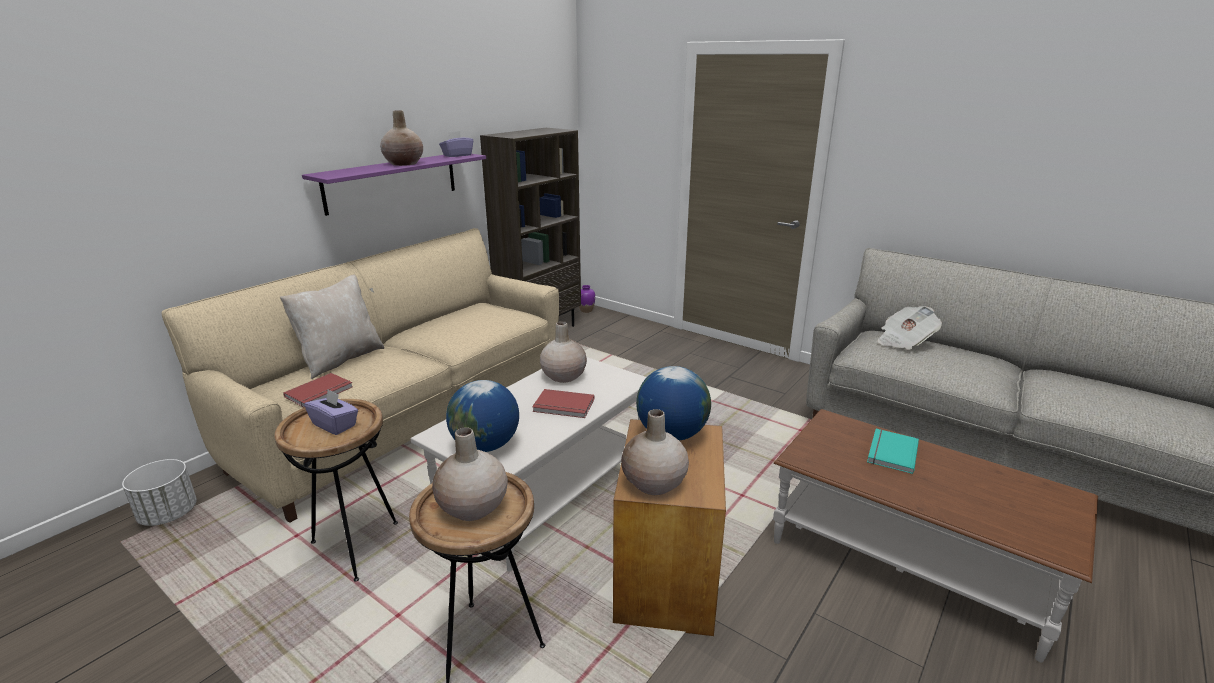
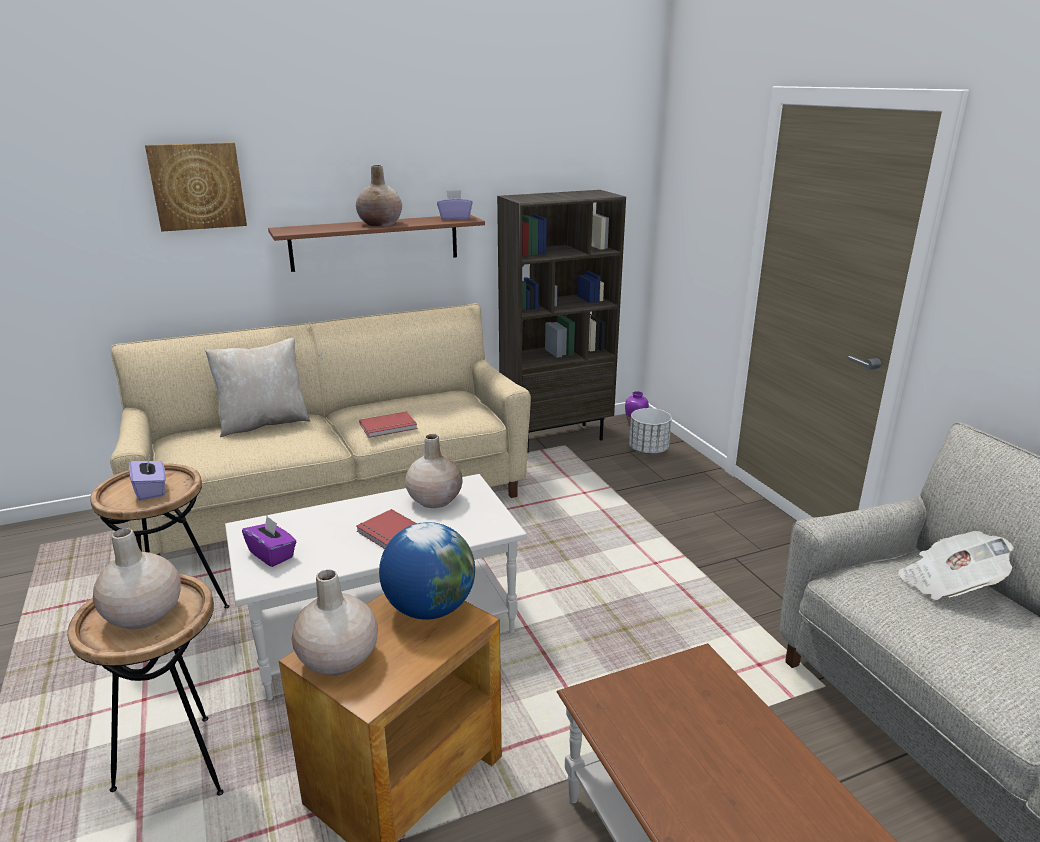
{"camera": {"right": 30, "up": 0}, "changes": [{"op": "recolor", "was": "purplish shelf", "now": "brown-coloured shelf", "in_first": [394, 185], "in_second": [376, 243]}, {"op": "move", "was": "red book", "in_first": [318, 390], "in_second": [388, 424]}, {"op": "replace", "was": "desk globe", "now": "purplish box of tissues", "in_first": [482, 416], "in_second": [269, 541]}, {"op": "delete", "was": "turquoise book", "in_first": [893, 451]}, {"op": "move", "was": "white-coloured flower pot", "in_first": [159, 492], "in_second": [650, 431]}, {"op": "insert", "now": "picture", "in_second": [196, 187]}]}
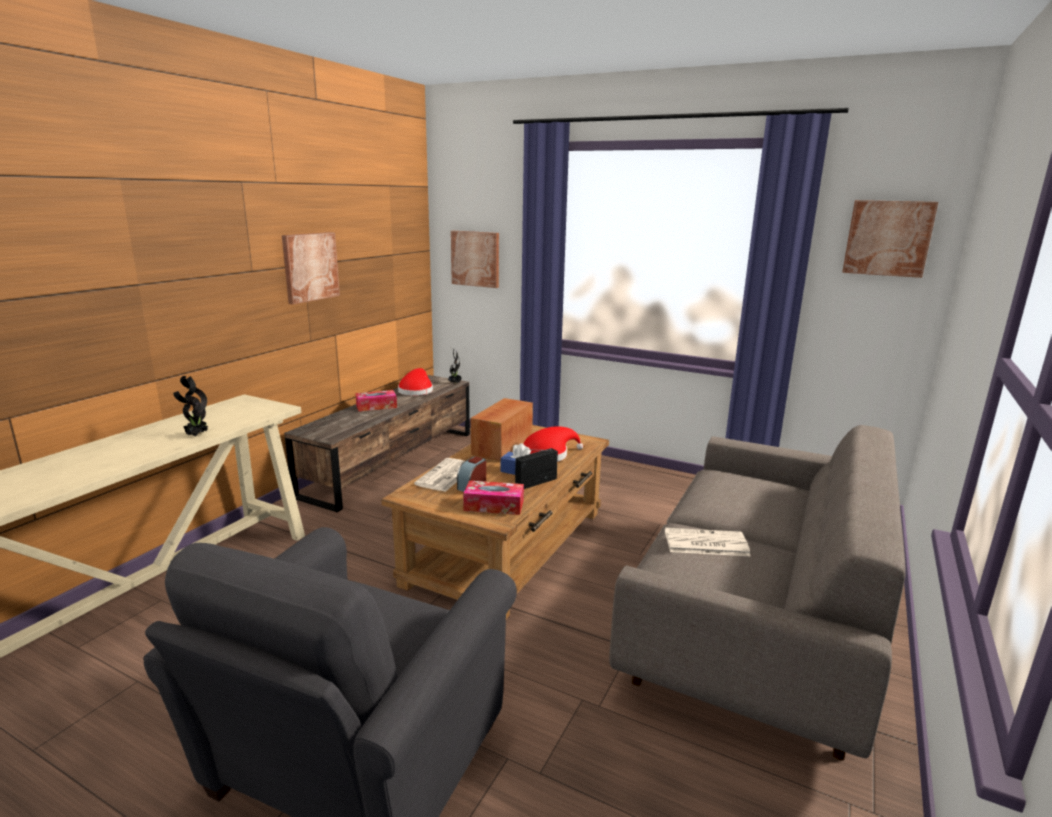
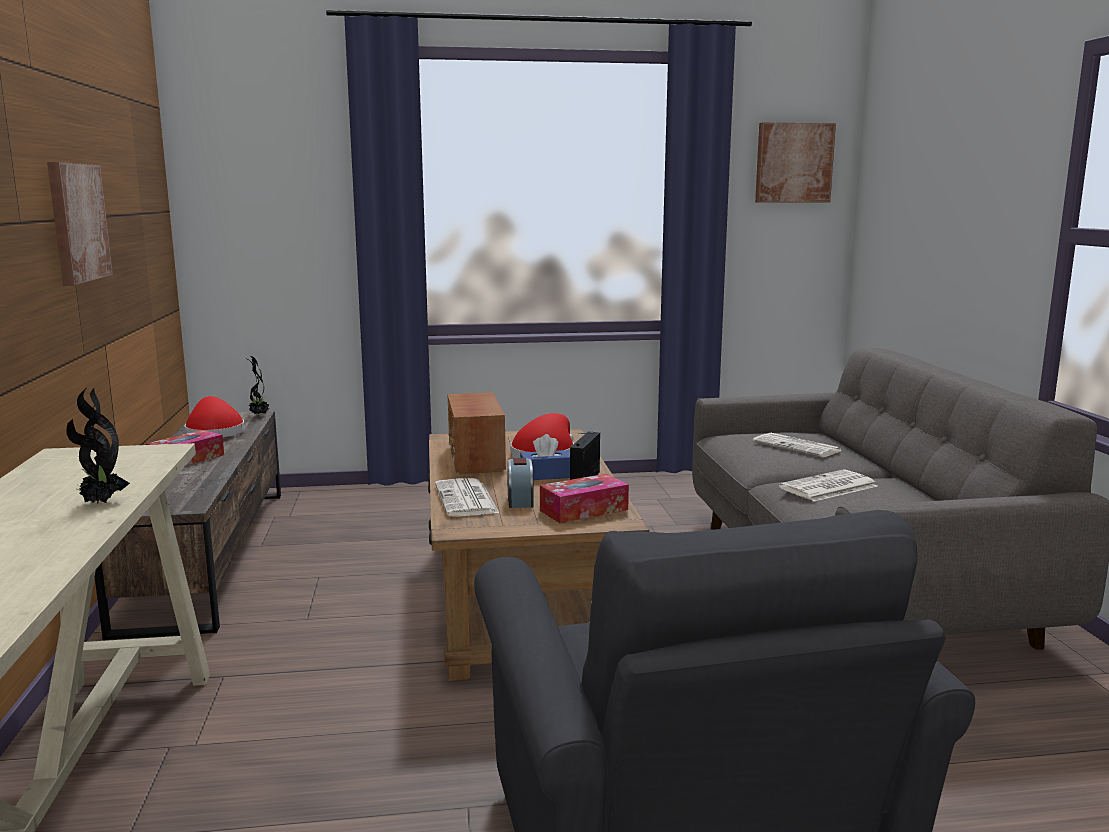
{"camera": {"right": -35, "up": -5}, "changes": [{"op": "delete", "was": "picture", "in_first": [475, 259]}, {"op": "insert", "now": "printed paper", "in_second": [797, 445]}]}
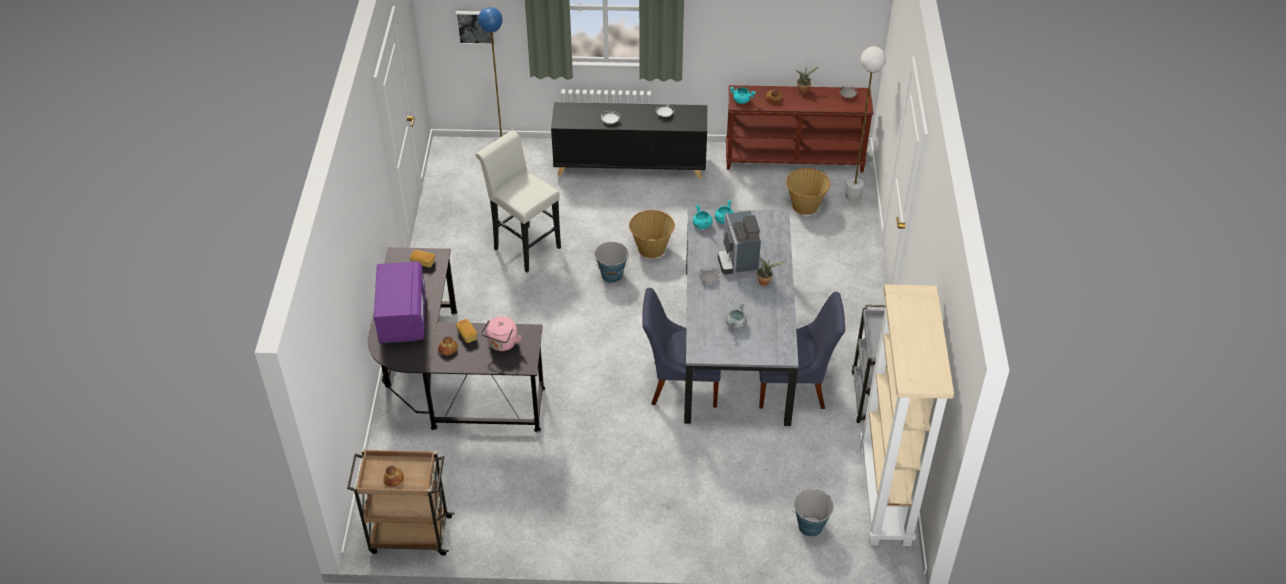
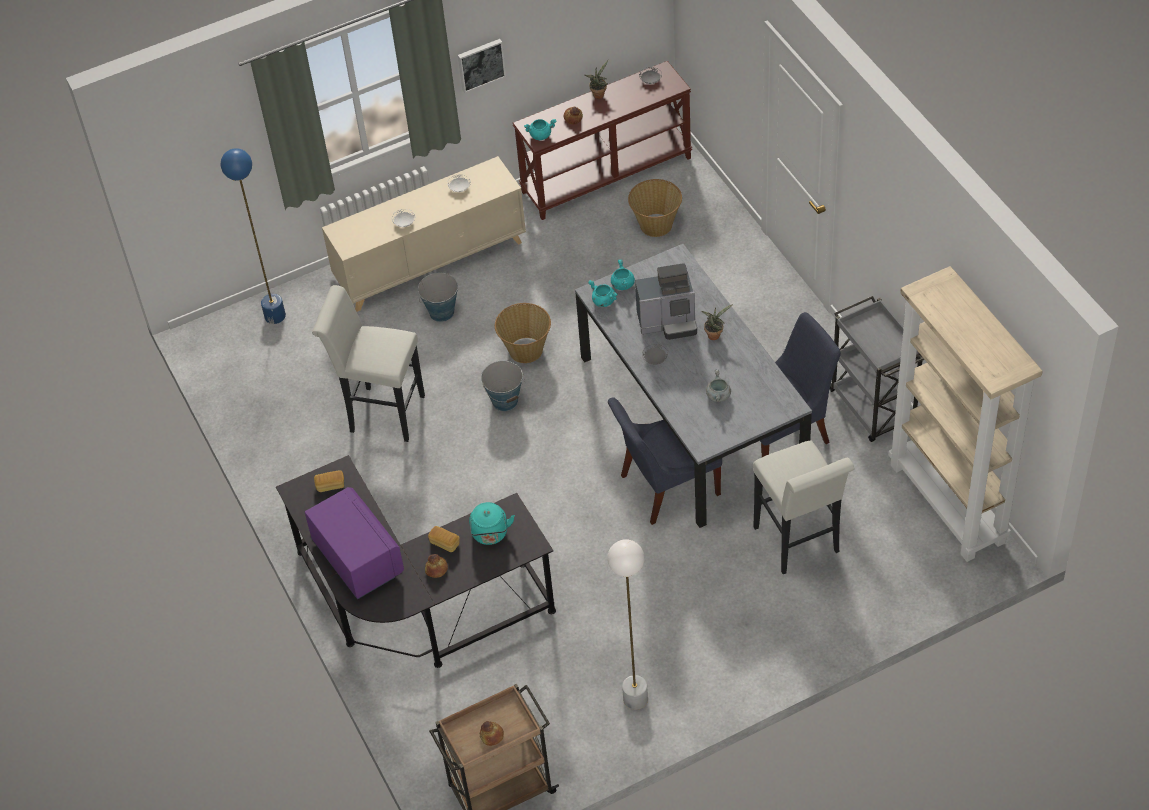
{"camera": {"right": -25, "up": 5}, "changes": [{"op": "move", "was": "picture", "in_first": [475, 28], "in_second": [482, 66]}, {"op": "move", "was": "white-coloured floor lamp", "in_first": [865, 124], "in_second": [627, 624]}, {"op": "recolor", "was": "black-coloured cupboard", "now": "beige cupboard", "in_first": [629, 140], "in_second": [424, 234]}, {"op": "rotate", "was": "coffee maker", "in_first": [739, 242], "in_second": [666, 301], "clockwise": -60}, {"op": "recolor", "was": "pinkish water kettle", "now": "turquoise water kettle", "in_first": [501, 333], "in_second": [492, 523]}, {"op": "move", "was": "bucket", "in_first": [813, 513], "in_second": [438, 297]}, {"op": "insert", "now": "white-coloured sitting stool", "in_second": [804, 507]}]}
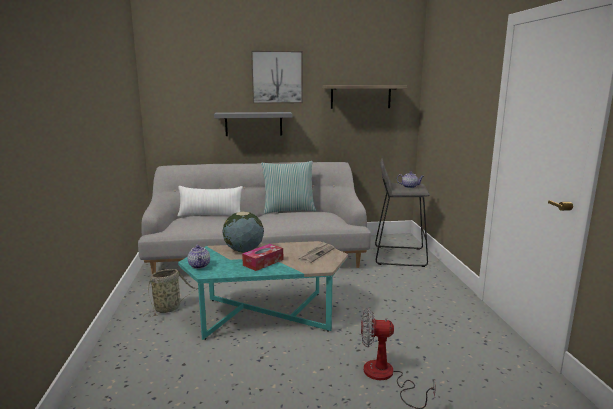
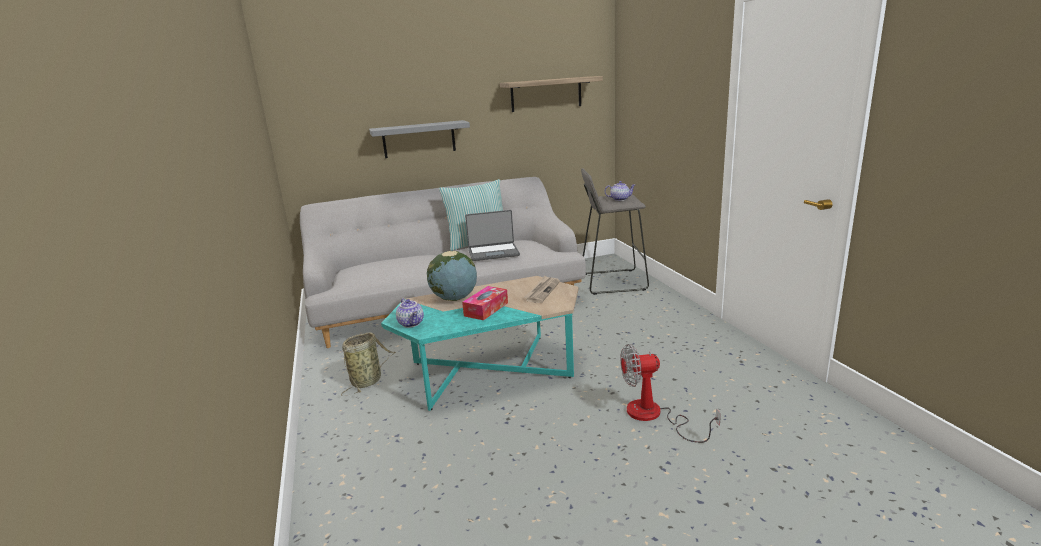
{"camera": {"right": -10, "up": 5}, "changes": [{"op": "delete", "was": "picture", "in_first": [277, 77]}, {"op": "delete", "was": "white-coloured pillow", "in_first": [210, 201]}, {"op": "insert", "now": "laptop", "in_second": [492, 235]}]}
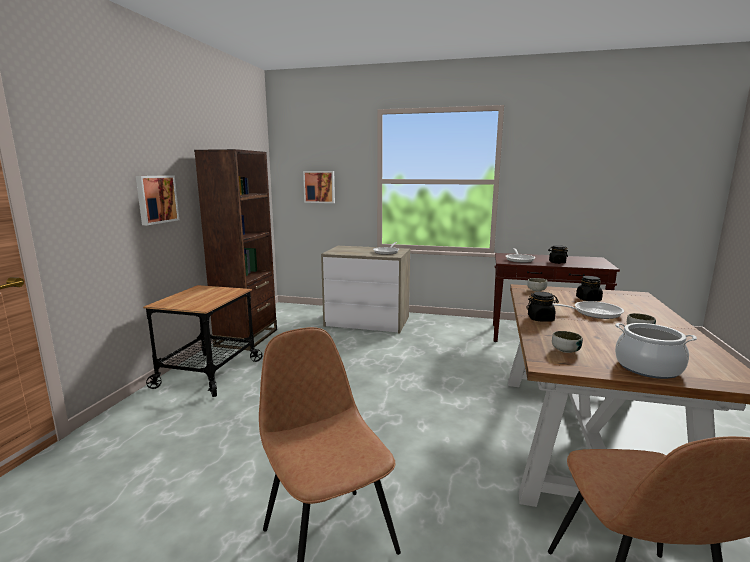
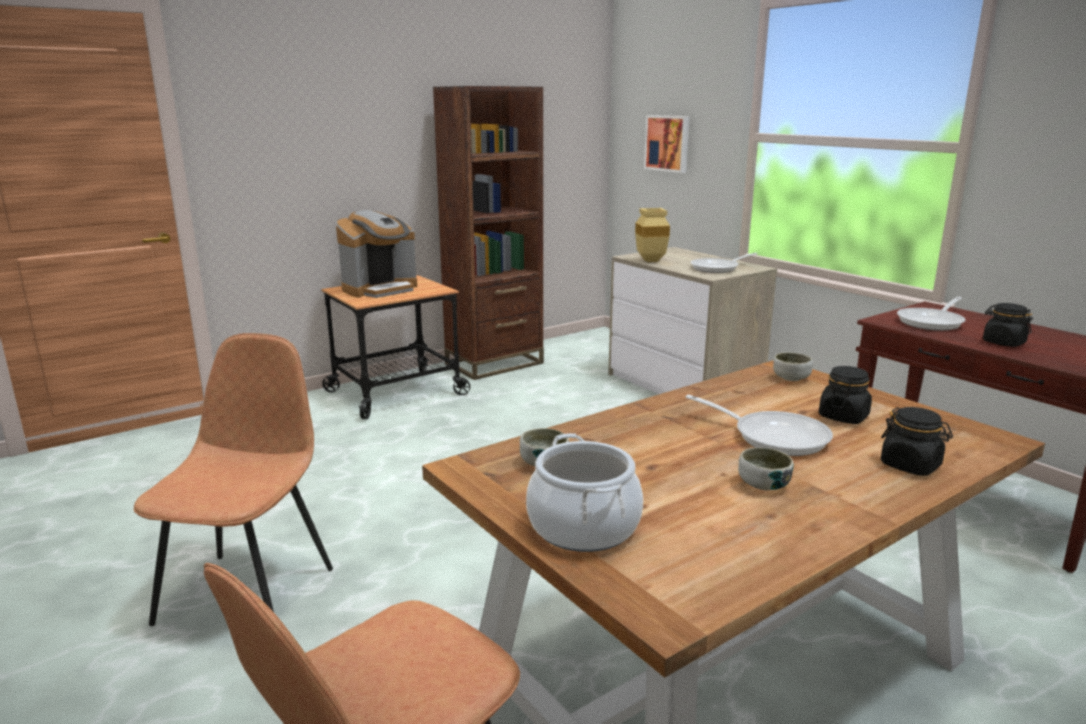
{"camera": {"right": 40, "up": 5}, "changes": [{"op": "delete", "was": "picture", "in_first": [157, 200]}, {"op": "move", "was": "black-coloured preserve jar", "in_first": [542, 307], "in_second": [917, 441]}, {"op": "insert", "now": "beige decorative vase", "in_second": [652, 235]}, {"op": "insert", "now": "coffee maker", "in_second": [376, 254]}]}
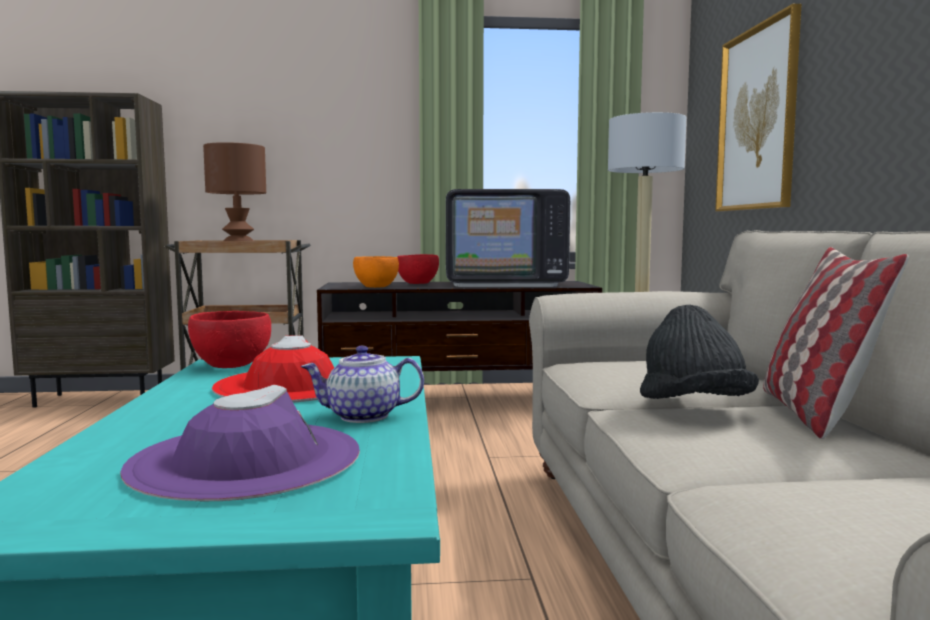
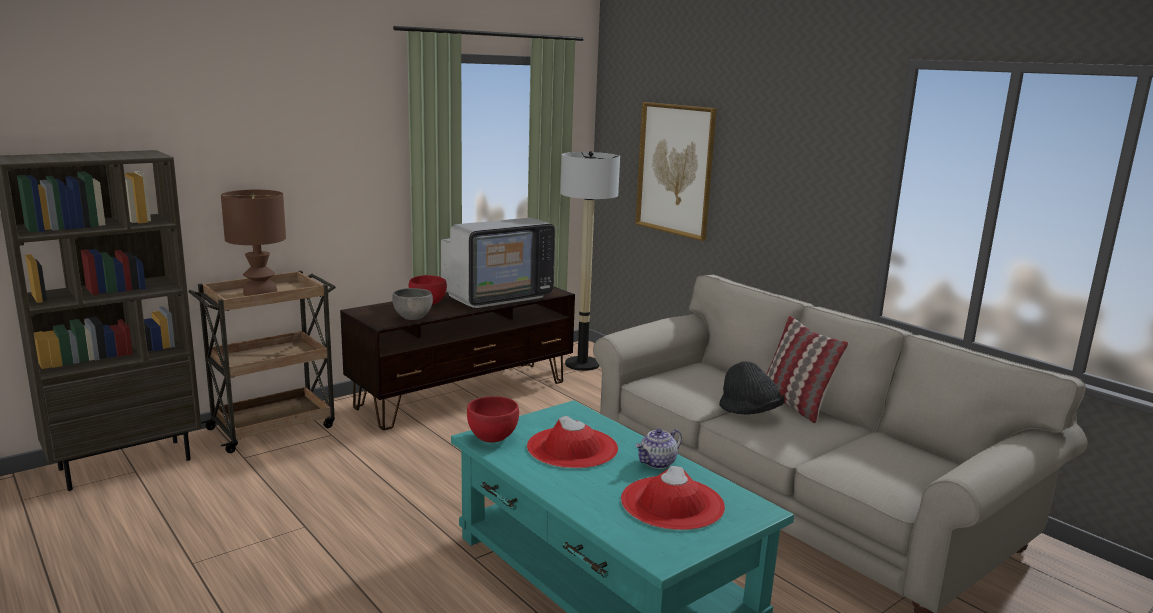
{"camera": {"right": -35, "up": 10}, "changes": [{"op": "recolor", "was": "orange serving bowl", "now": "gray serving bowl", "in_first": [376, 272], "in_second": [412, 304]}, {"op": "recolor", "was": "purplish clothing hat", "now": "red clothing hat", "in_first": [240, 443], "in_second": [673, 498]}]}
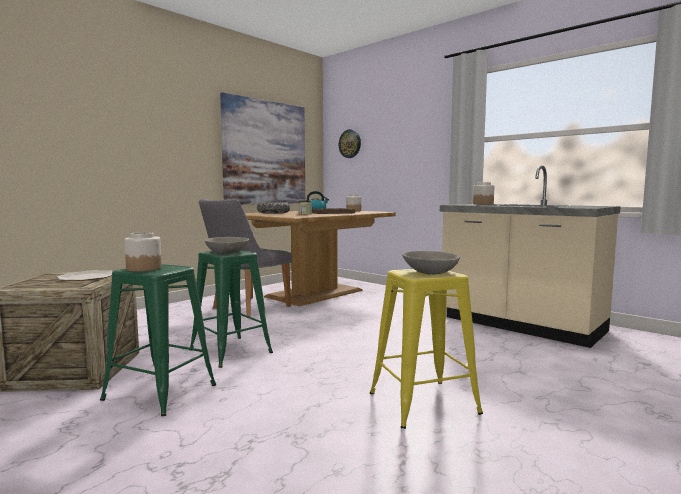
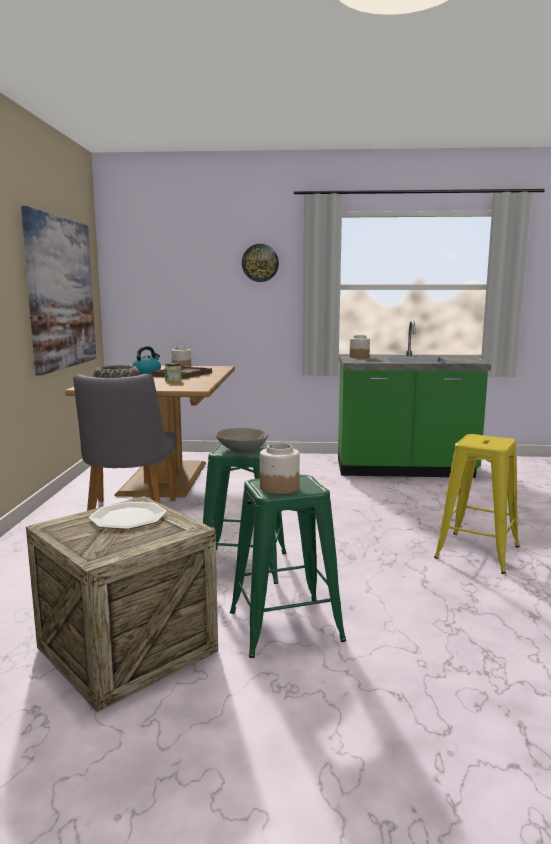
{"camera": {"right": -40, "up": 5}, "changes": [{"op": "move", "was": "wall clock", "in_first": [350, 143], "in_second": [260, 263]}, {"op": "recolor", "was": "beige counter", "now": "green-coloured counter", "in_first": [530, 256], "in_second": [414, 399]}, {"op": "delete", "was": "gray serving bowl", "in_first": [431, 262]}]}
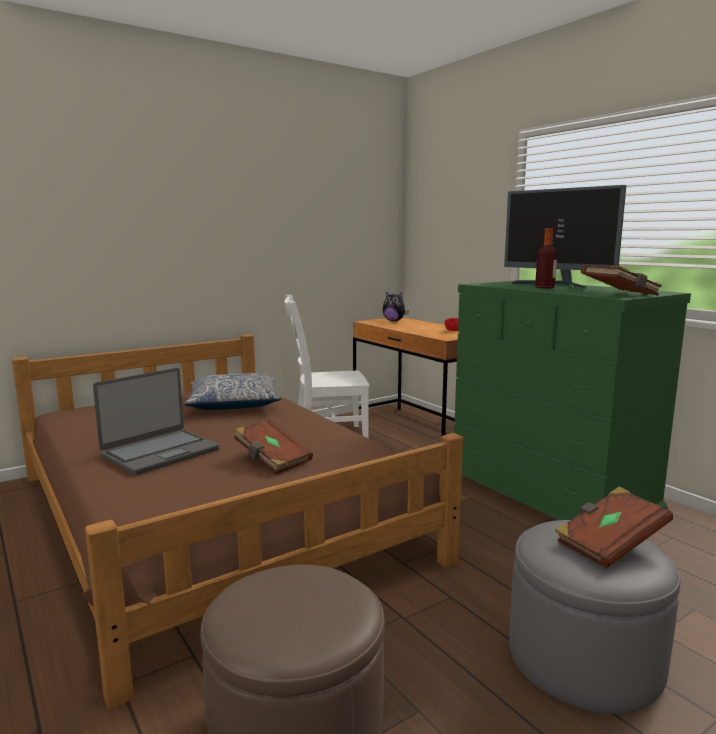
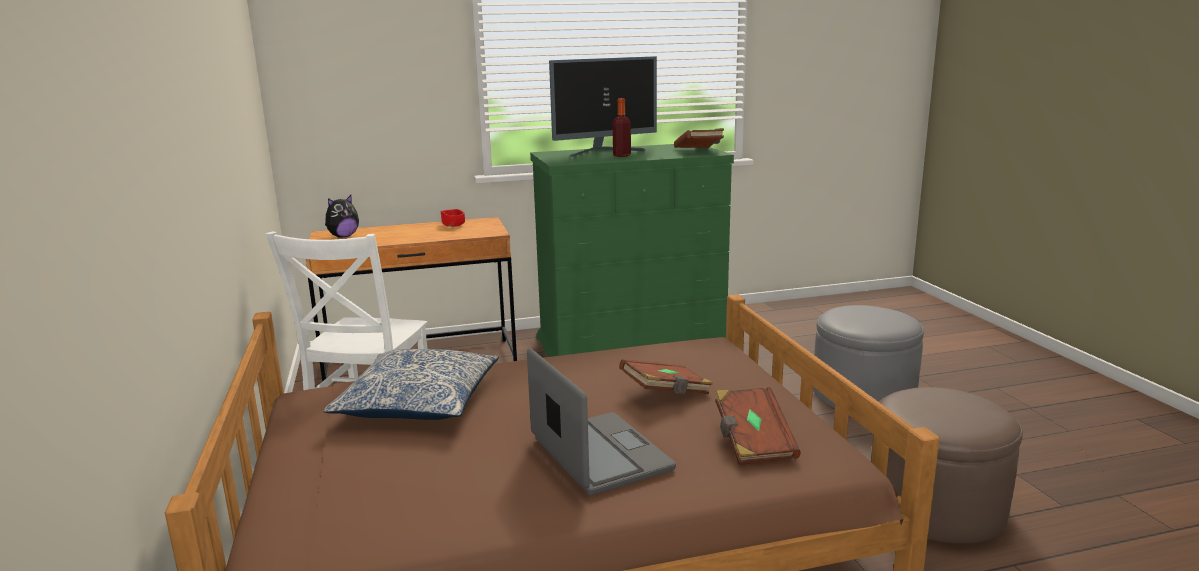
{"camera": {"right": -70, "up": 5}, "changes": [{"op": "move", "was": "brown-coloured book", "in_first": [613, 527], "in_second": [758, 426]}]}
